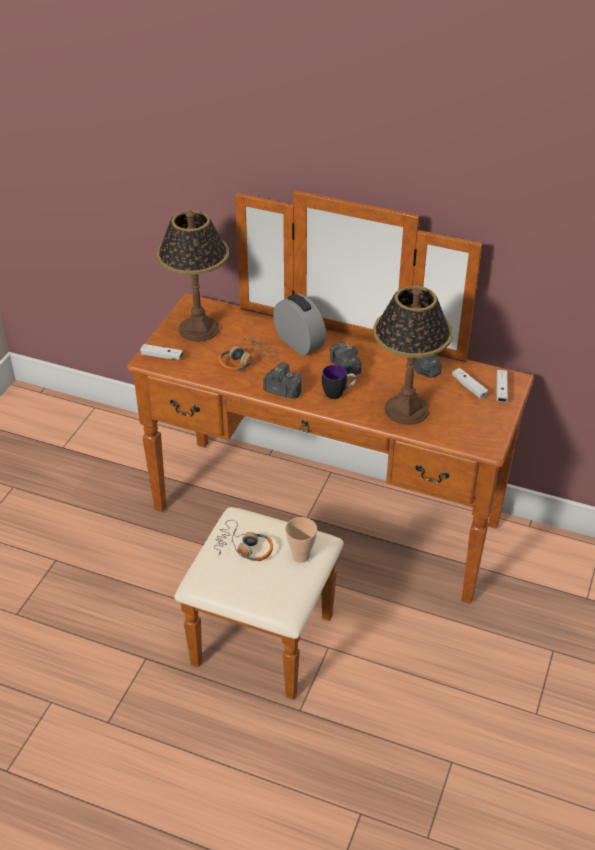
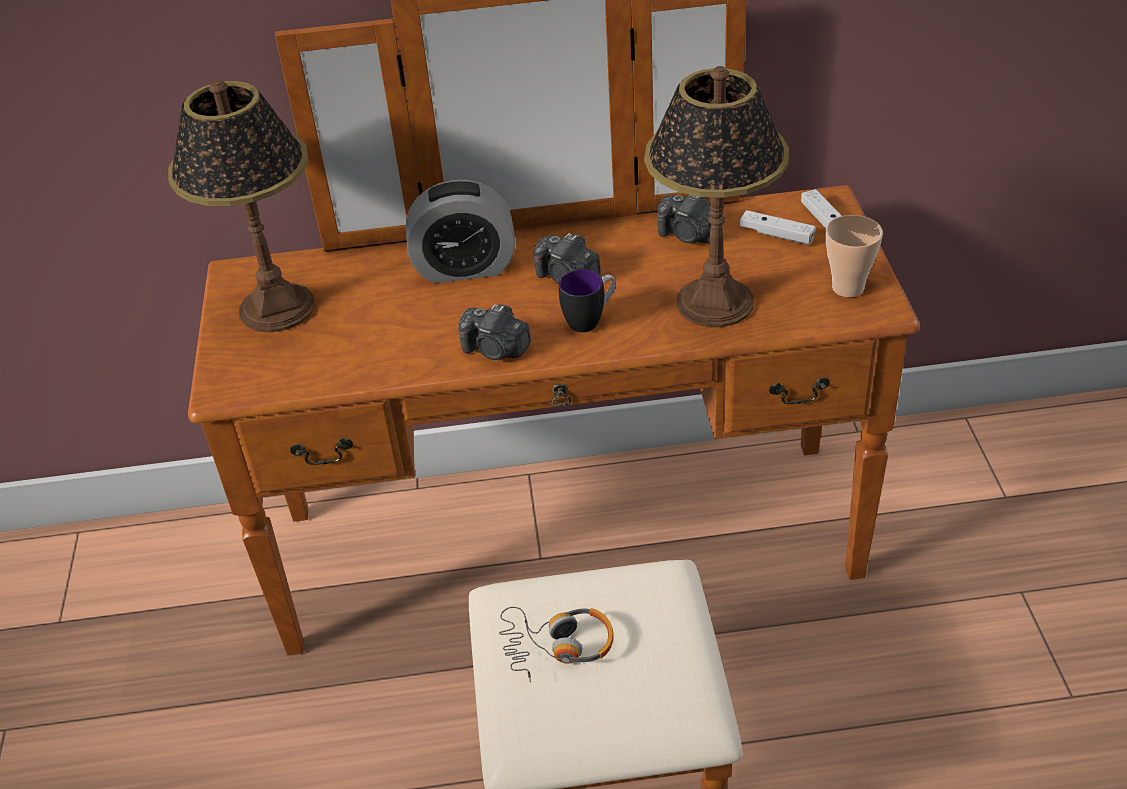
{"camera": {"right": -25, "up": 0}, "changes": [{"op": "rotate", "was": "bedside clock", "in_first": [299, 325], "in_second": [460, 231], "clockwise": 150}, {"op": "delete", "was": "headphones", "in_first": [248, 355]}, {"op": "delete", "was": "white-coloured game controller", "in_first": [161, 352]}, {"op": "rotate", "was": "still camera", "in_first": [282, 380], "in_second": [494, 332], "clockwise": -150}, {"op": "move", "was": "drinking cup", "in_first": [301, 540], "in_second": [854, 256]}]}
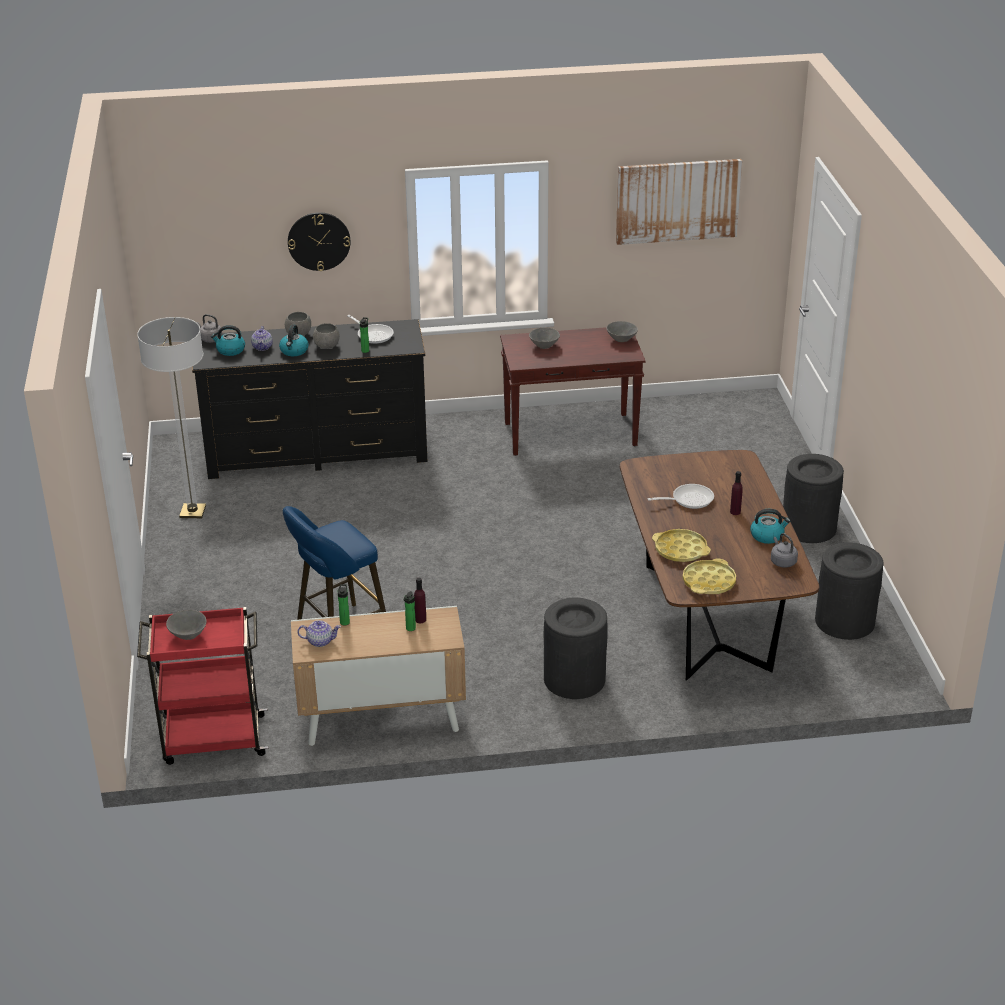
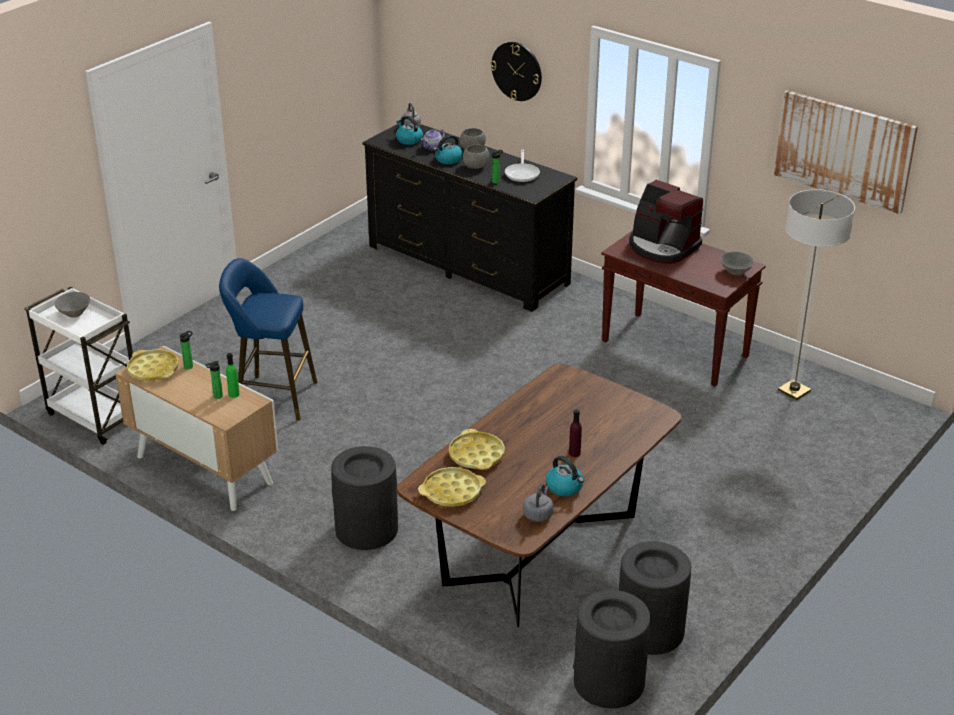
{"camera": {"right": 45, "up": 0}, "changes": [{"op": "move", "was": "floor lamp", "in_first": [171, 417], "in_second": [816, 294]}, {"op": "replace", "was": "gray serving bowl", "now": "coffee maker", "in_first": [544, 338], "in_second": [666, 222]}, {"op": "move", "was": "black-coloured rubbish bin", "in_first": [813, 498], "in_second": [612, 649]}, {"op": "delete", "was": "frying pan", "in_first": [680, 496]}, {"op": "recolor", "was": "purplish beverage bottle", "now": "green-coloured beverage bottle", "in_first": [420, 600], "in_second": [233, 375]}, {"op": "recolor", "was": "red cart", "now": "white-coloured cart", "in_first": [203, 686], "in_second": [79, 366]}, {"op": "replace", "was": "pot for tea", "now": "yellowish carrying tray", "in_first": [319, 633], "in_second": [153, 365]}]}
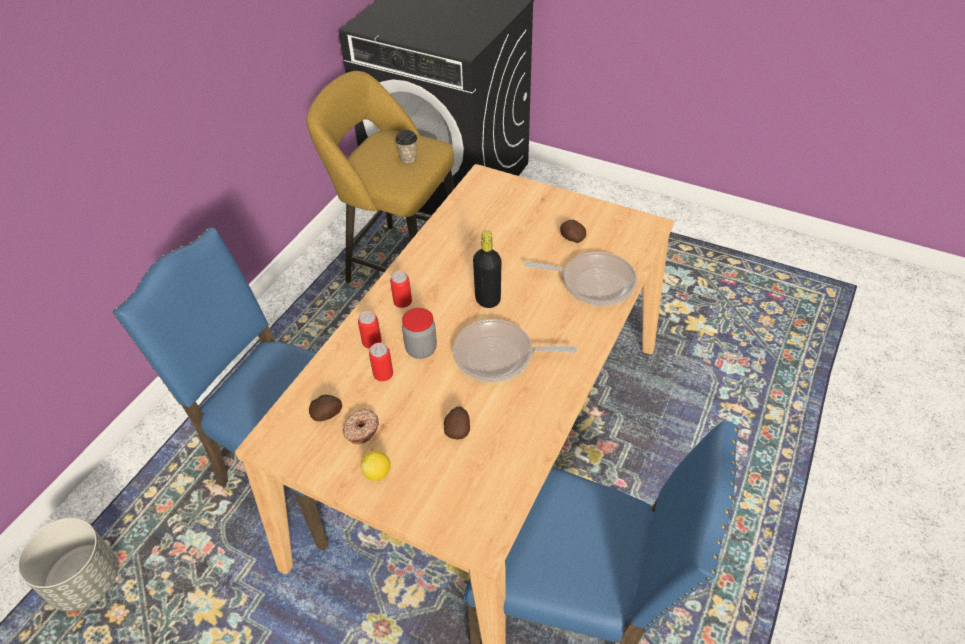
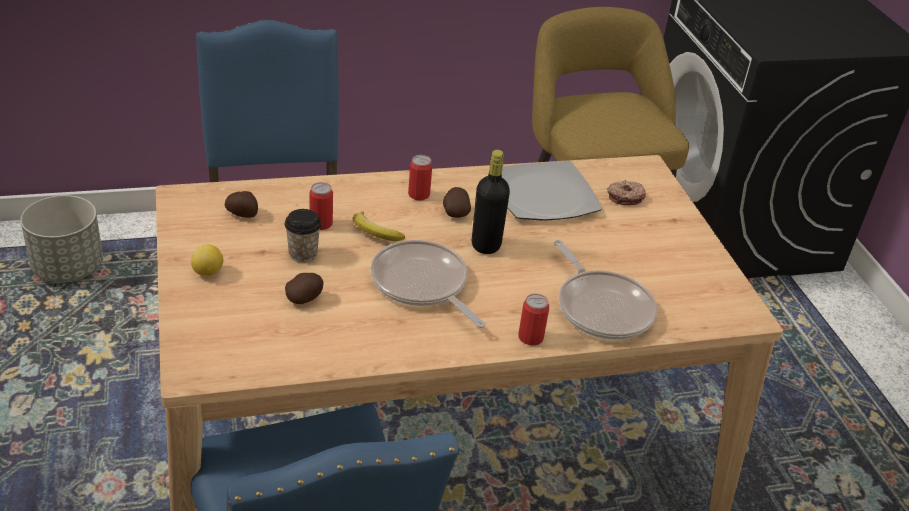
{"camera": {"right": 45, "up": -10}, "changes": [{"op": "move", "was": "drinking cup", "in_first": [406, 146], "in_second": [303, 235]}, {"op": "move", "was": "spud", "in_first": [573, 231], "in_second": [457, 202]}, {"op": "replace", "was": "preserve jar", "now": "banana fruit", "in_first": [419, 333], "in_second": [379, 226]}, {"op": "move", "was": "metal can", "in_first": [369, 330], "in_second": [533, 319]}, {"op": "move", "was": "doughnut", "in_first": [361, 426], "in_second": [626, 192]}, {"op": "insert", "now": "plate", "in_second": [552, 191]}]}
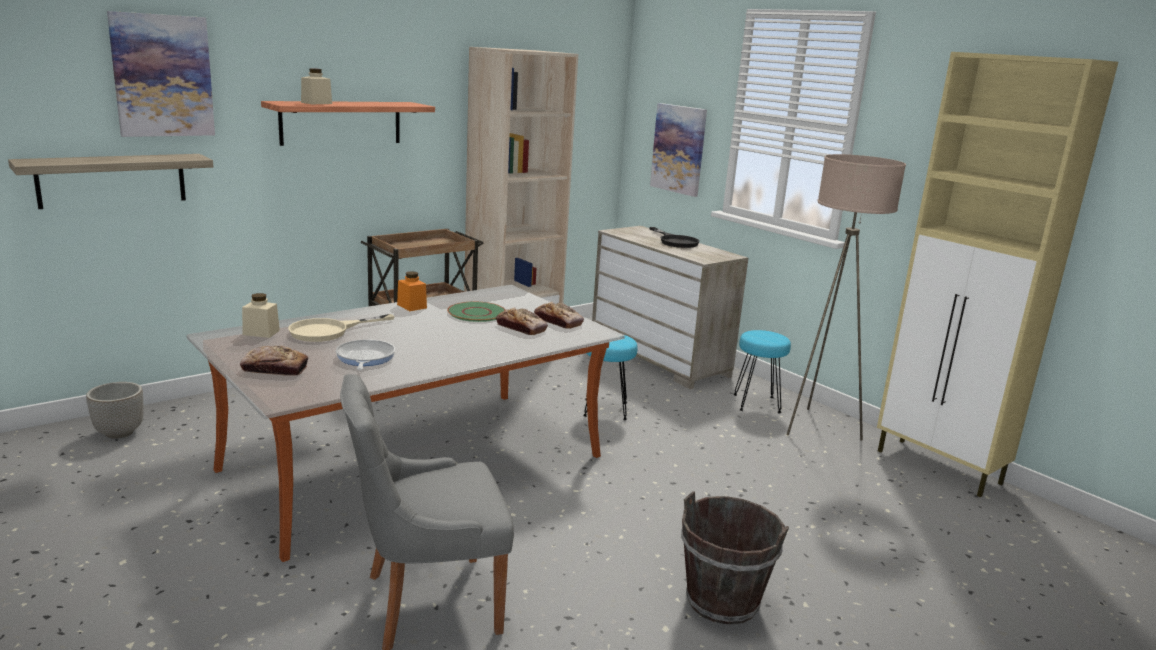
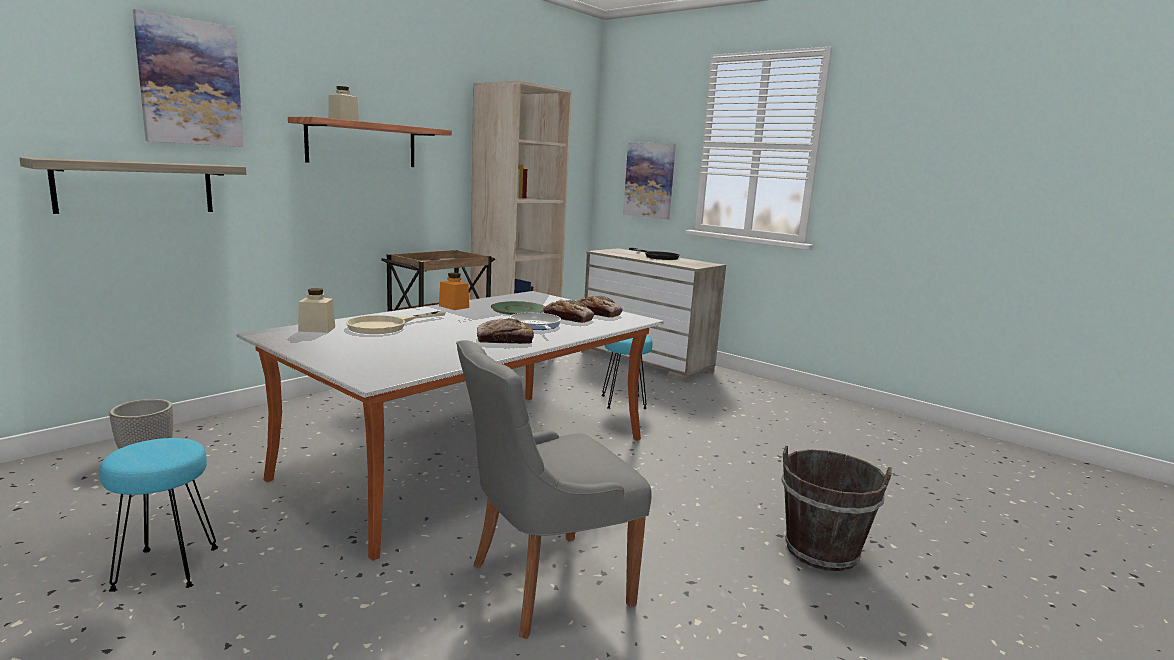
{"camera": {"right": -10, "up": -5}, "changes": [{"op": "delete", "was": "beige cupboard", "in_first": [997, 275]}, {"op": "delete", "was": "beige floor lamp", "in_first": [846, 297]}, {"op": "move", "was": "turquoise sitting stool", "in_first": [762, 371], "in_second": [159, 515]}, {"op": "move", "was": "frying pan", "in_first": [365, 354], "in_second": [535, 321]}, {"op": "move", "was": "bakery bread", "in_first": [274, 361], "in_second": [505, 331]}]}
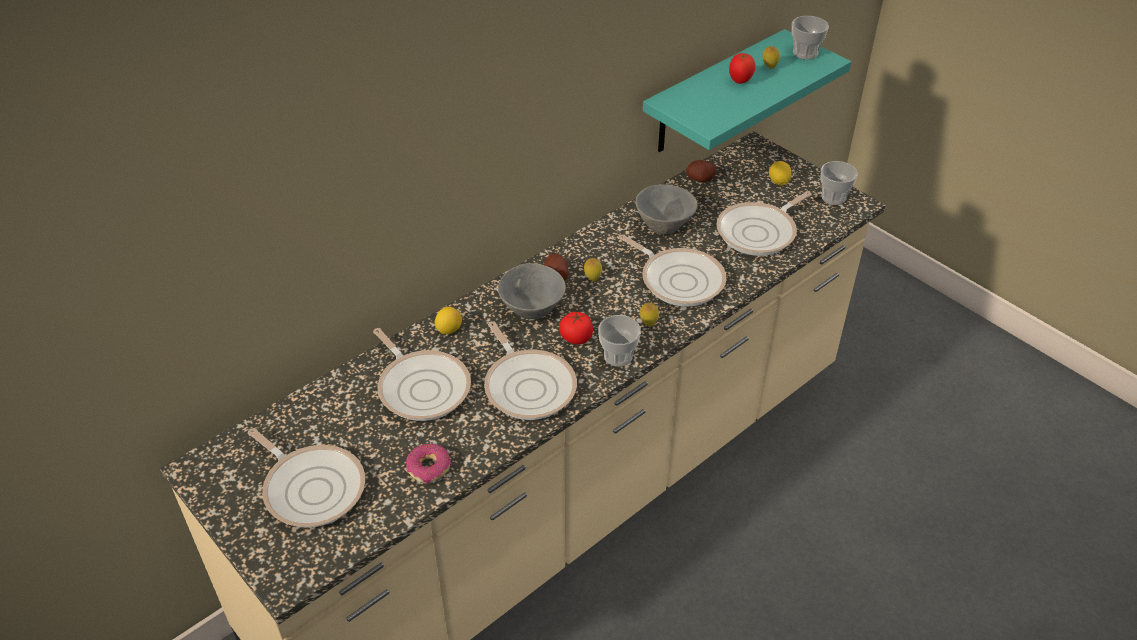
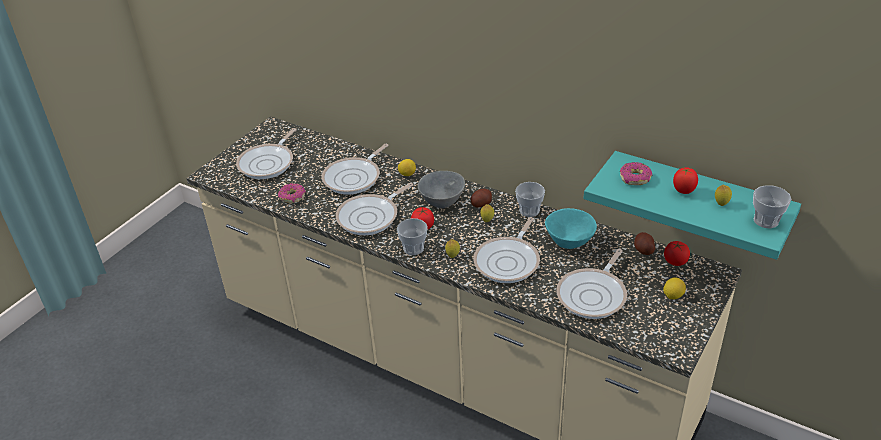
{"camera": {"right": 75, "up": -5}, "changes": [{"op": "move", "was": "drinking cup", "in_first": [839, 183], "in_second": [530, 199]}, {"op": "recolor", "was": "gray serving bowl", "now": "turquoise serving bowl", "in_first": [666, 209], "in_second": [571, 228]}, {"op": "rotate", "was": "frying pan", "in_first": [764, 223], "in_second": [591, 284], "clockwise": -90}, {"op": "insert", "now": "doughnut", "in_second": [636, 173]}, {"op": "insert", "now": "fresh tomato", "in_second": [677, 253]}]}
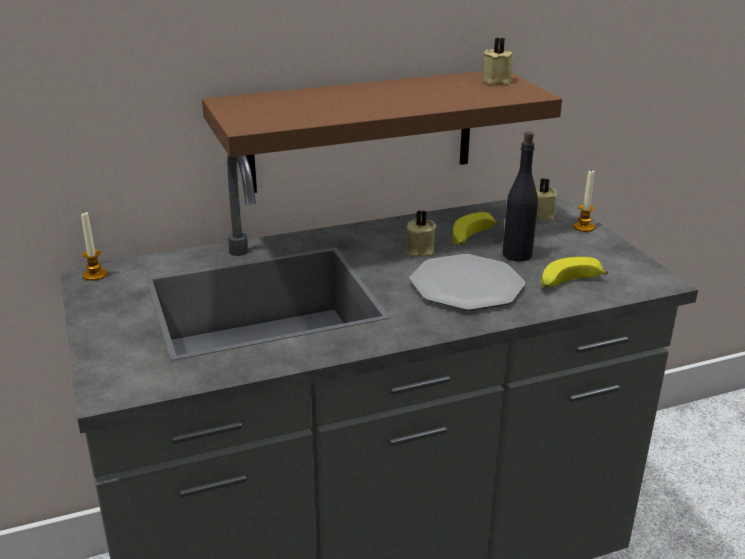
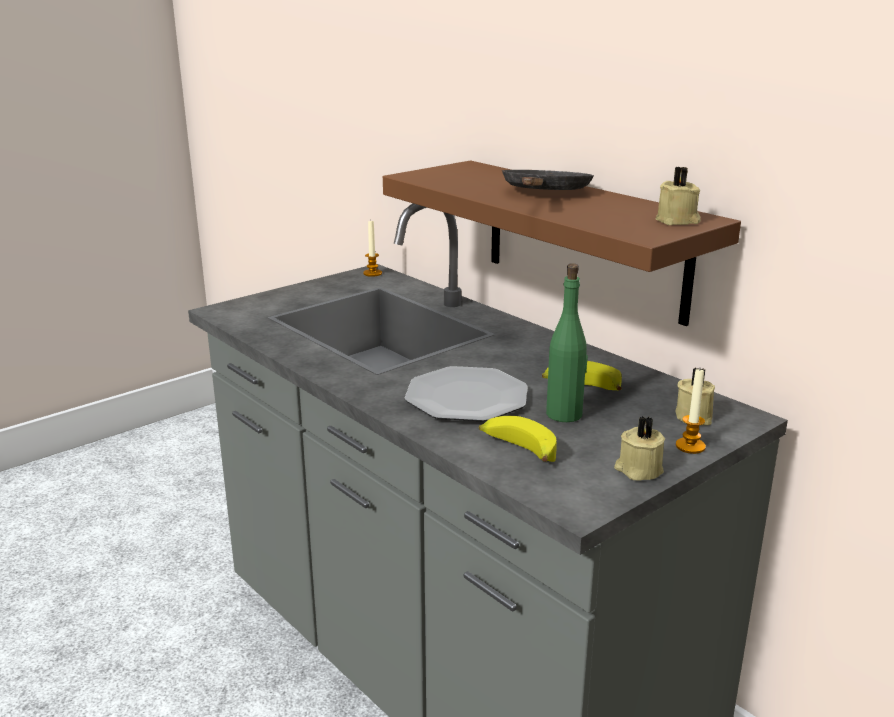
{"camera": {"right": 70, "up": -5}, "changes": [{"op": "recolor", "was": "black-coloured beverage bottle", "now": "green-coloured beverage bottle", "in_first": [520, 196], "in_second": [567, 342]}, {"op": "move", "was": "beige wax candle", "in_first": [421, 234], "in_second": [639, 448]}, {"op": "insert", "now": "black-coloured frying pan", "in_second": [548, 180]}]}
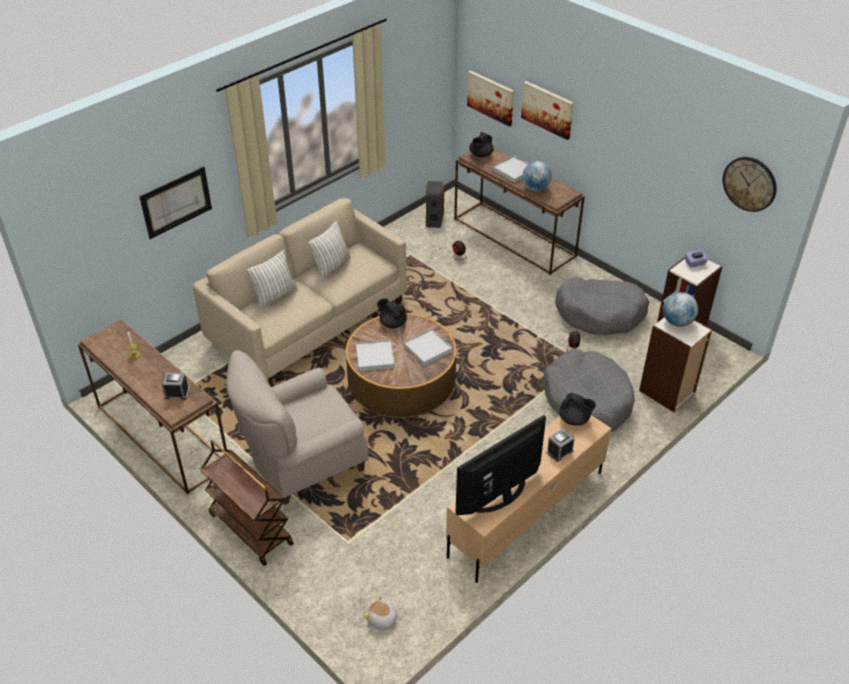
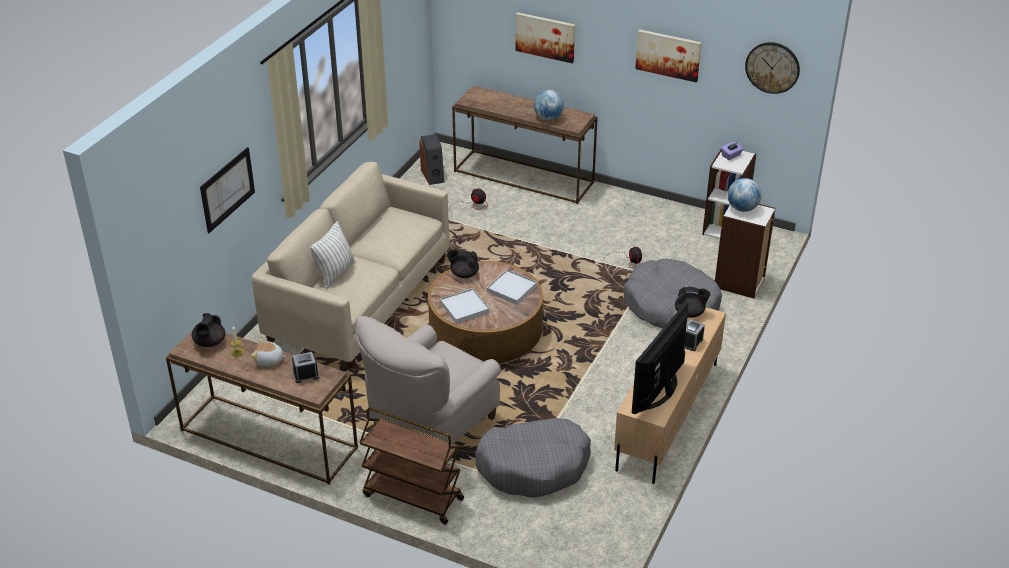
{"camera": {"right": -20, "up": -5}, "changes": [{"op": "move", "was": "picture", "in_first": [490, 98], "in_second": [668, 55]}, {"op": "move", "was": "black-coloured pot for tea", "in_first": [481, 144], "in_second": [209, 330]}, {"op": "delete", "was": "white-coloured carrying tray", "in_first": [511, 169]}, {"op": "delete", "was": "pillow", "in_first": [329, 251]}, {"op": "move", "was": "gray pet bed", "in_first": [602, 306], "in_second": [533, 458]}, {"op": "move", "was": "plush toy", "in_first": [381, 612], "in_second": [268, 352]}]}
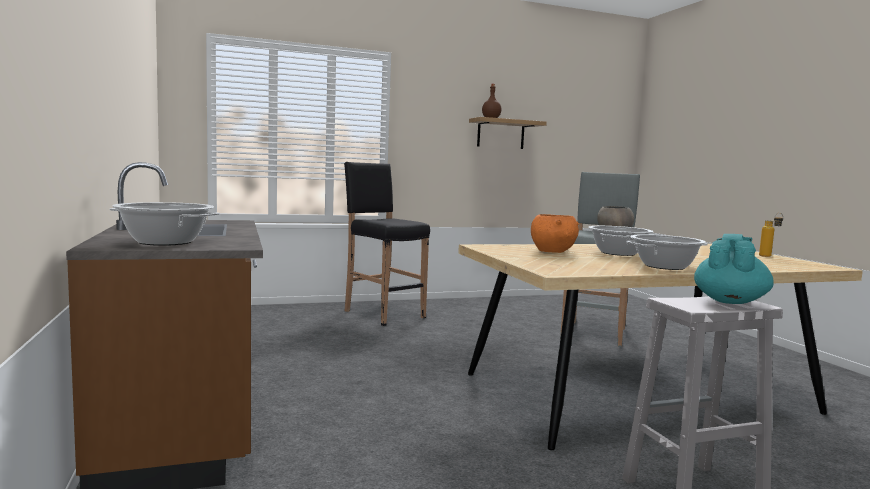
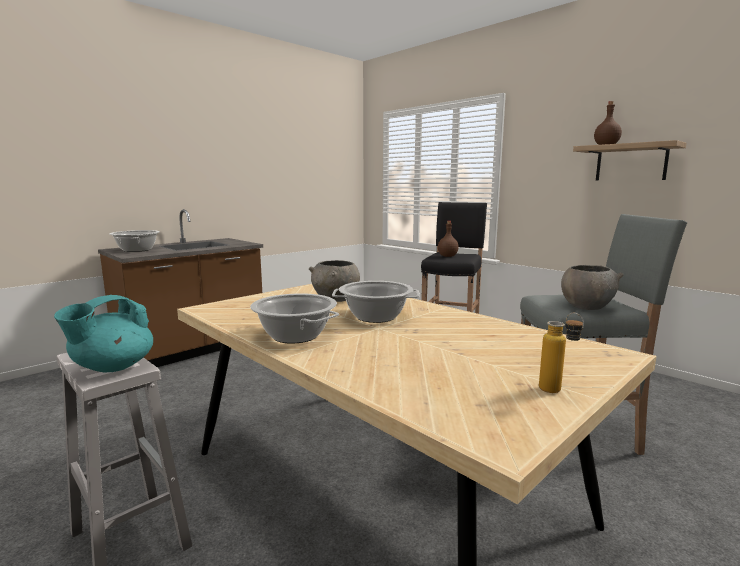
{"camera": {"right": 65, "up": 5}, "changes": [{"op": "recolor", "was": "orange serving bowl", "now": "gray serving bowl", "in_first": [555, 233], "in_second": [334, 281]}, {"op": "rotate", "was": "turquoise pot for tea", "in_first": [734, 269], "in_second": [103, 333], "clockwise": 120}, {"op": "insert", "now": "brown-coloured beverage bottle", "in_second": [448, 239]}]}
